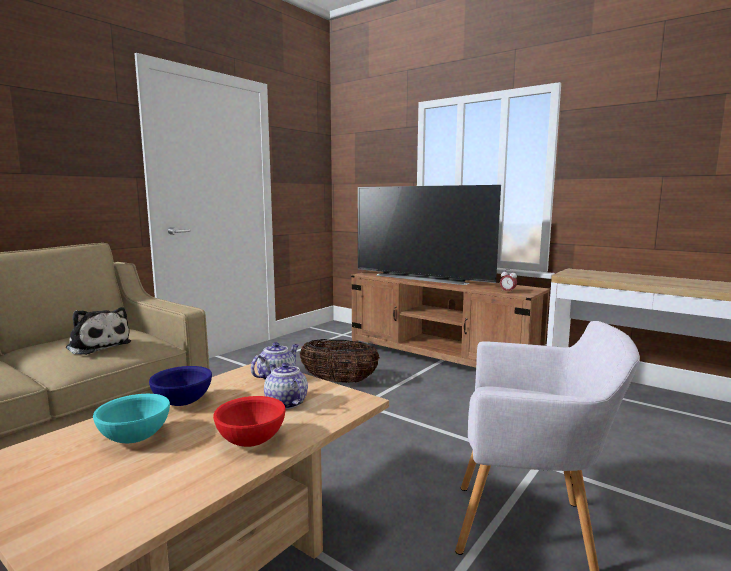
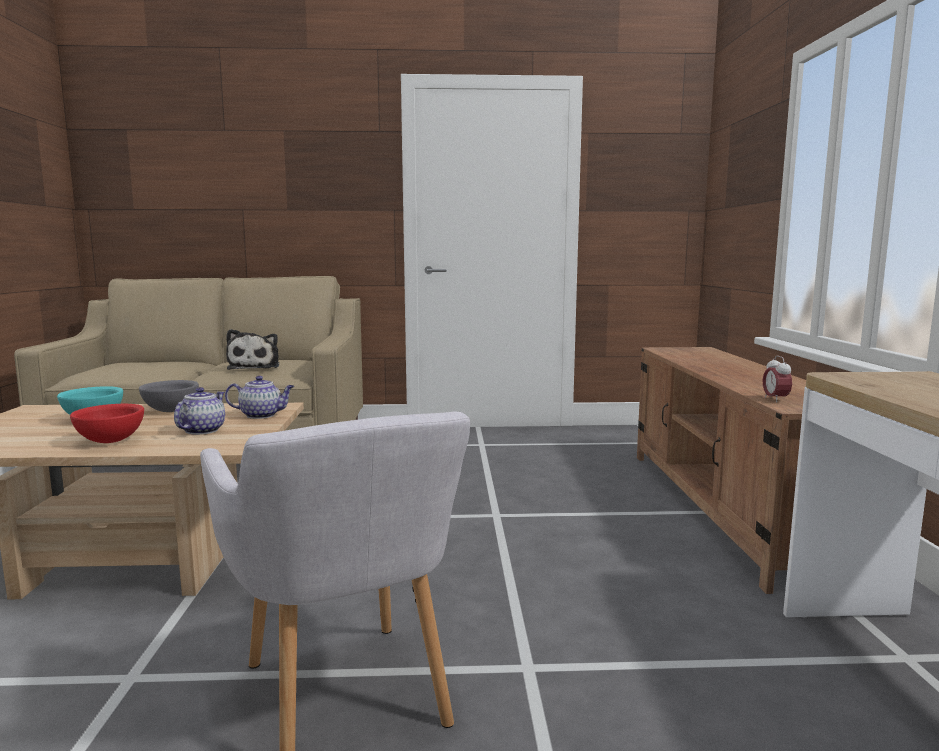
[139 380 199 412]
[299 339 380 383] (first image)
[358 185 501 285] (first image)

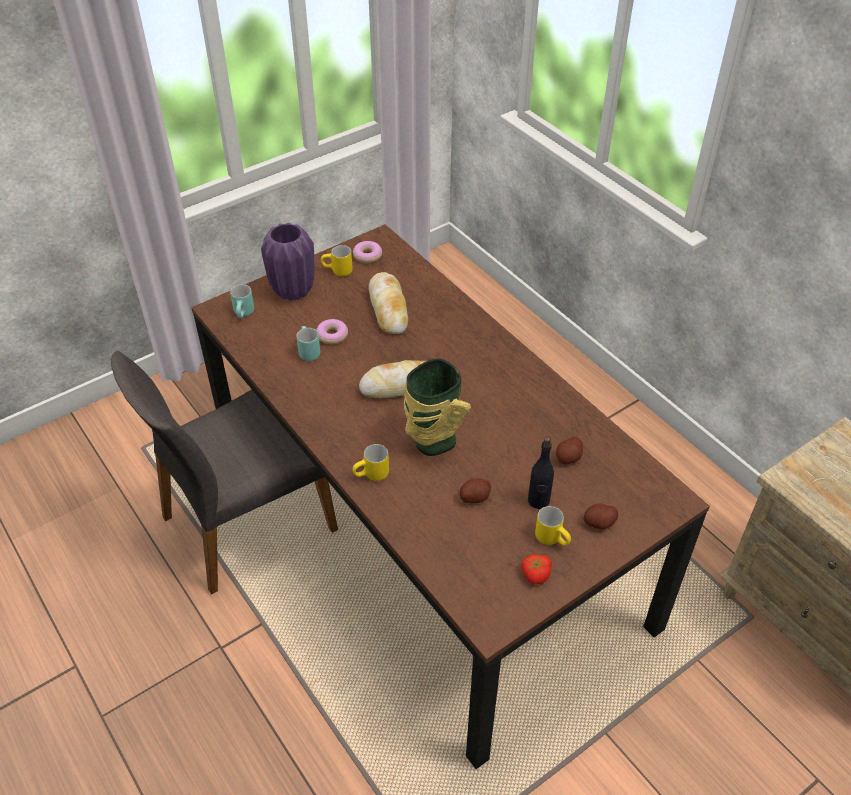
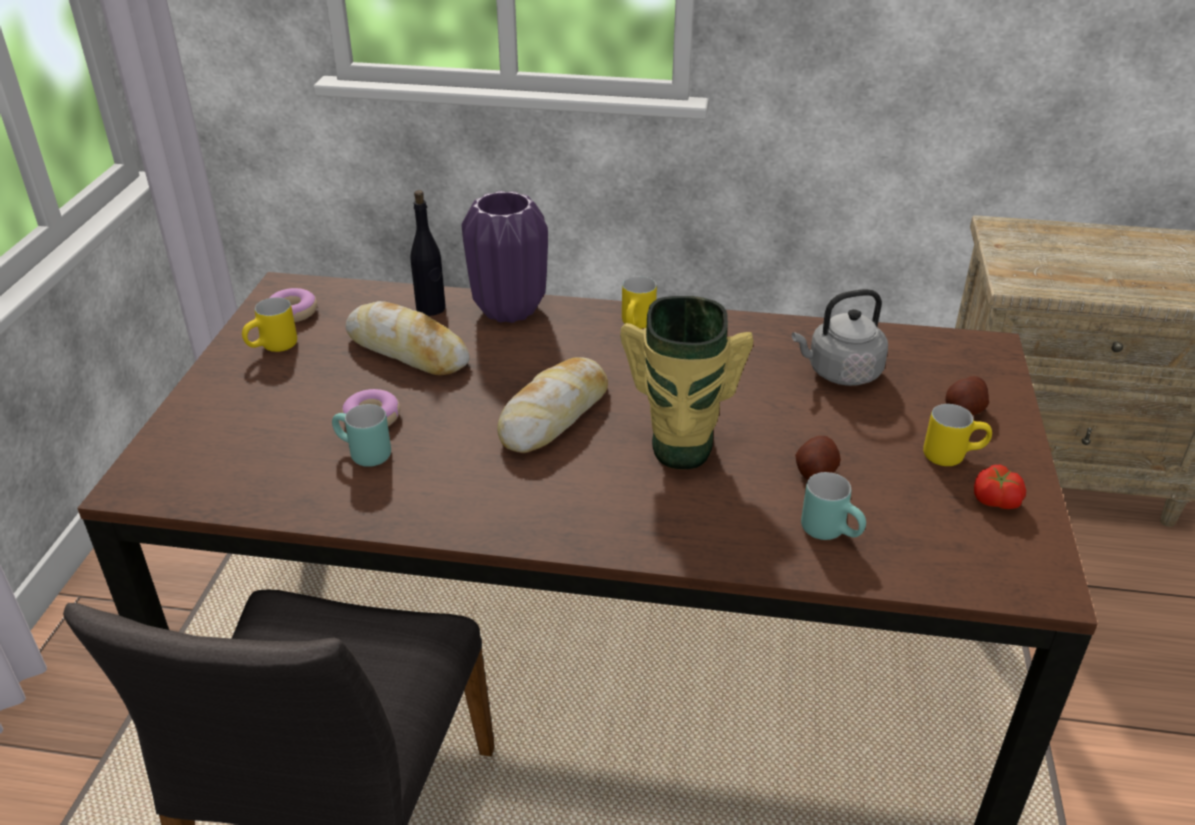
[411 190 446 316]
[462 191 548 323]
[622 276 657 329]
[792 289 888 386]
[801 472 866 540]

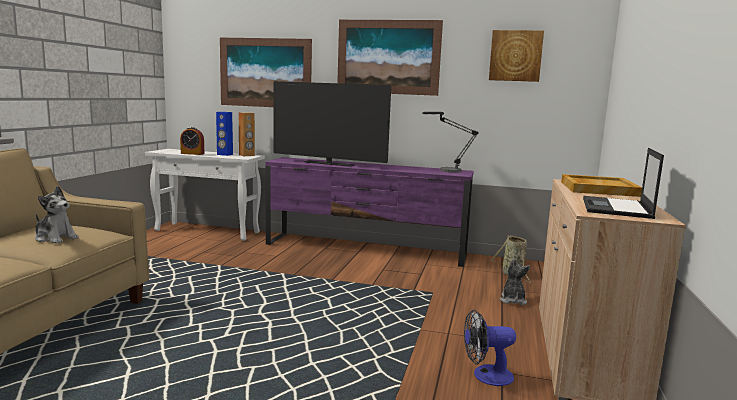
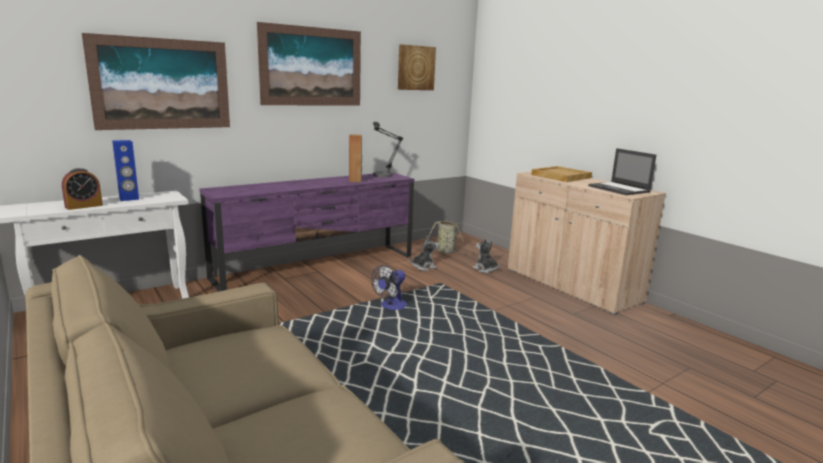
[349 134 362 182]
[371 265 407 310]
[409 235 439 271]
[273 81 391 167] (first image)

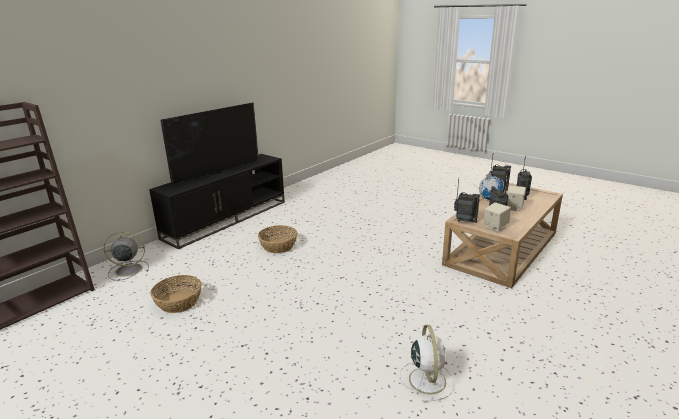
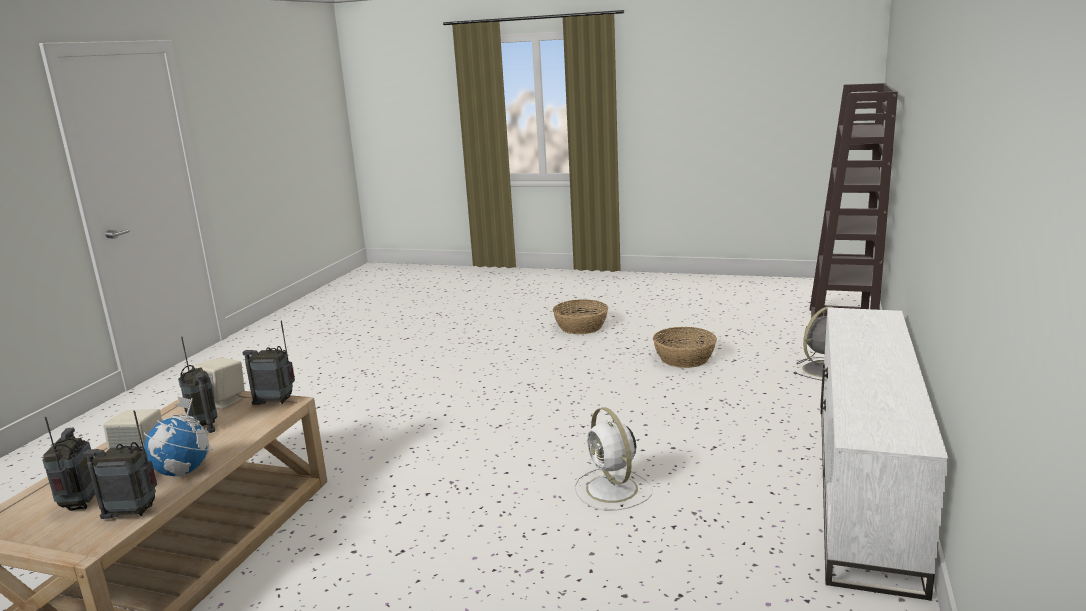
[553 299 608 334]
[575 407 653 511]
[820 307 949 601]
[161 102 259 186] (first image)

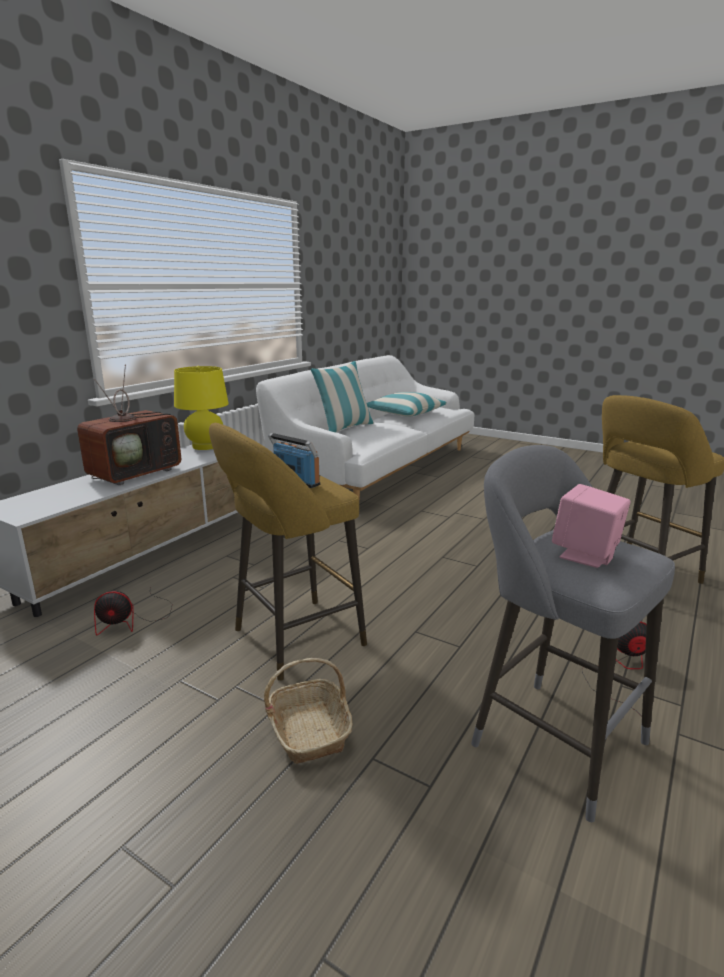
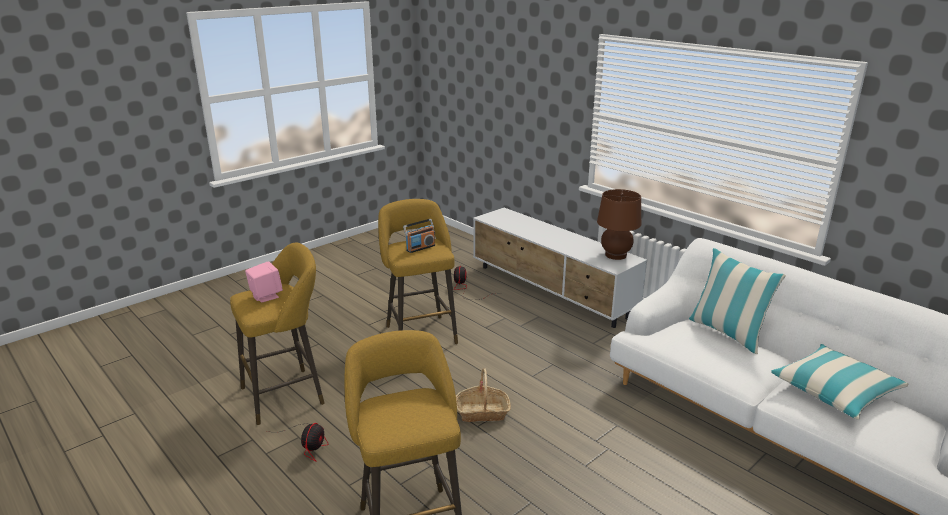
[230 243 324 425]
[456 368 511 422]
[597 189 641 260]
[77 365 181 485] (first image)

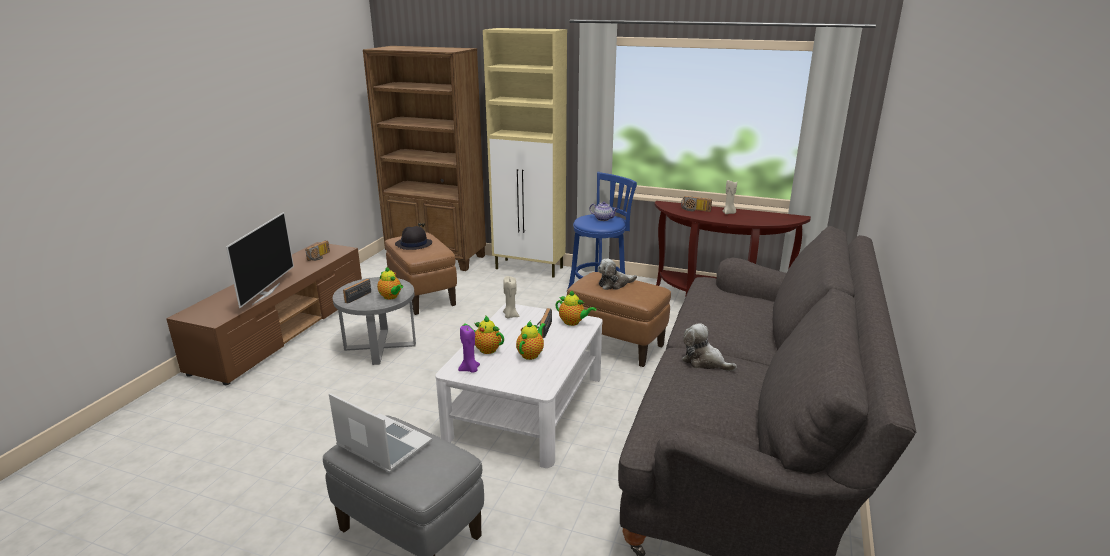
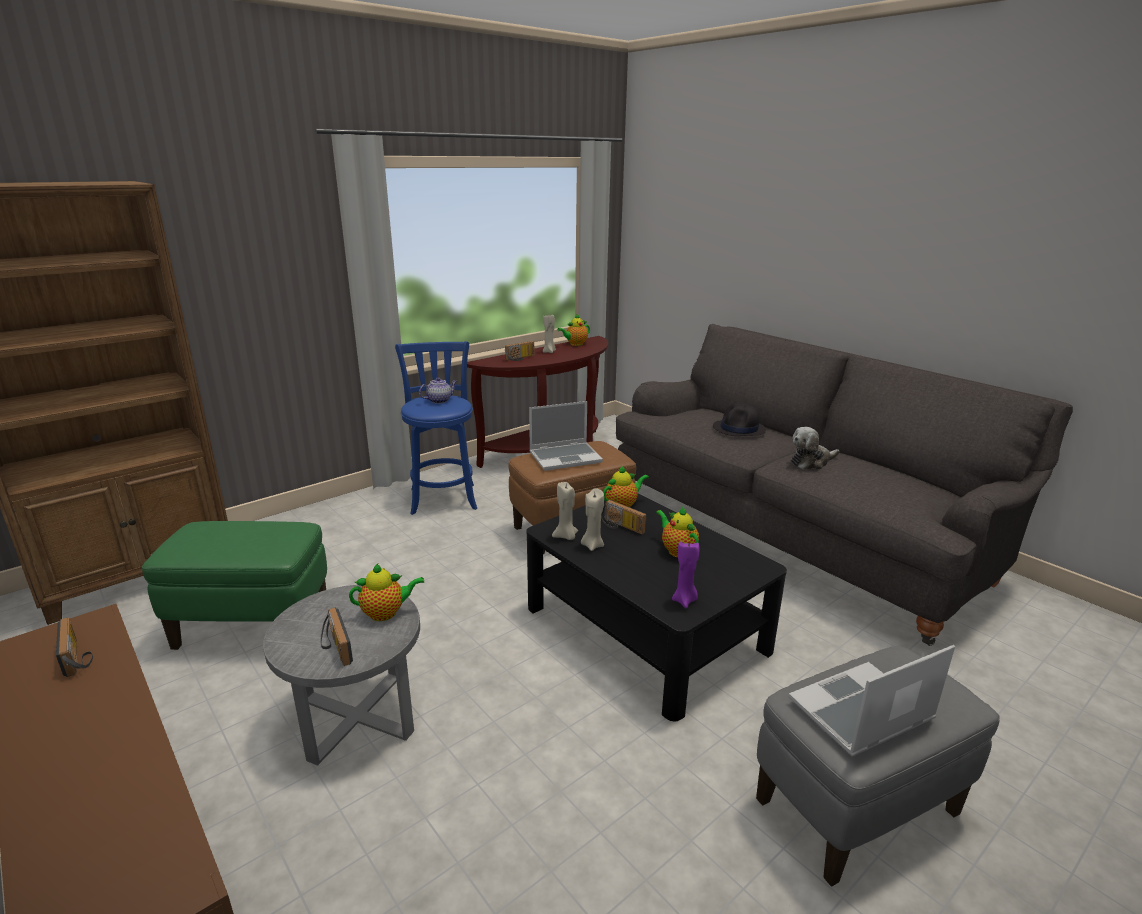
[142 521 327 650]
[526 494 787 721]
[529 401 603 471]
[557 314 590 346]
[581 488 604 551]
[713 403 766 436]
[226 212 294 308] (first image)
[483 28 567 278] (first image)

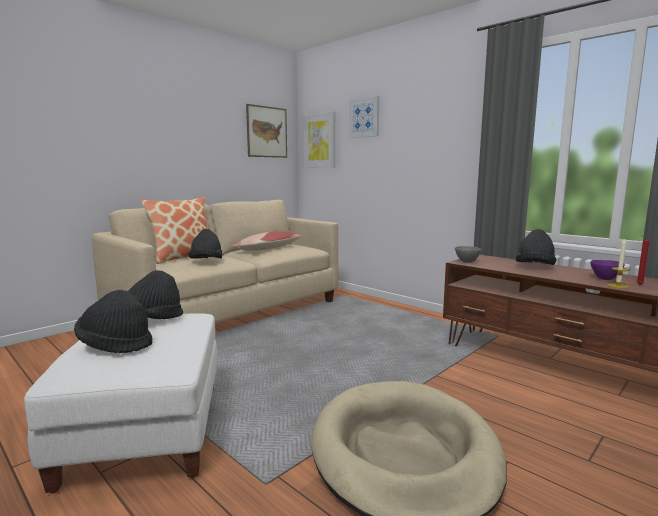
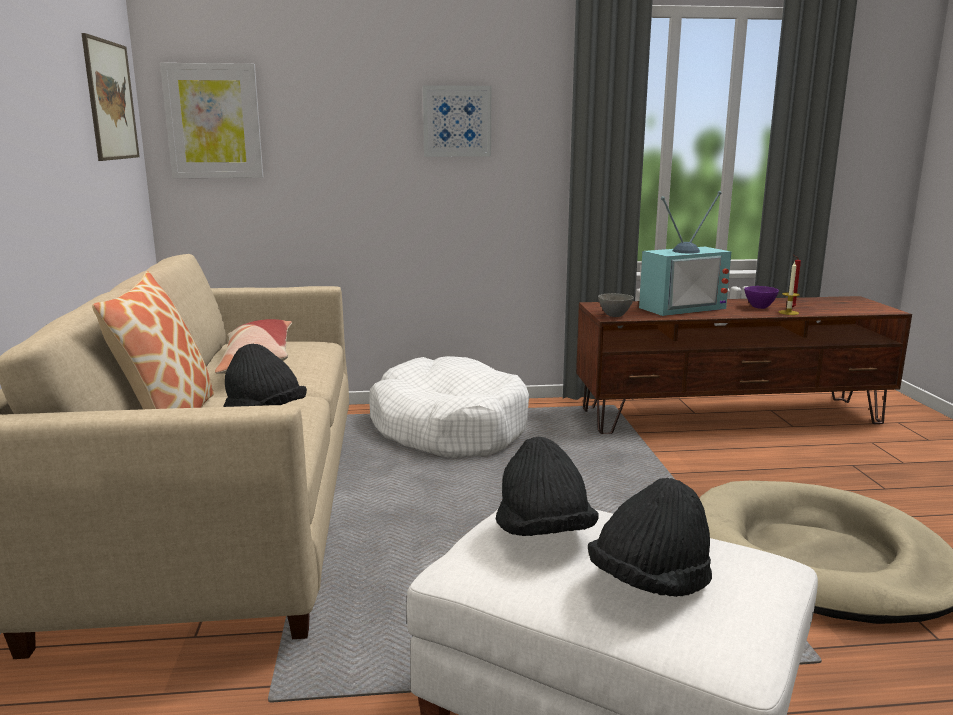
[369 356 529 458]
[423 85 491 157]
[639 191 731 316]

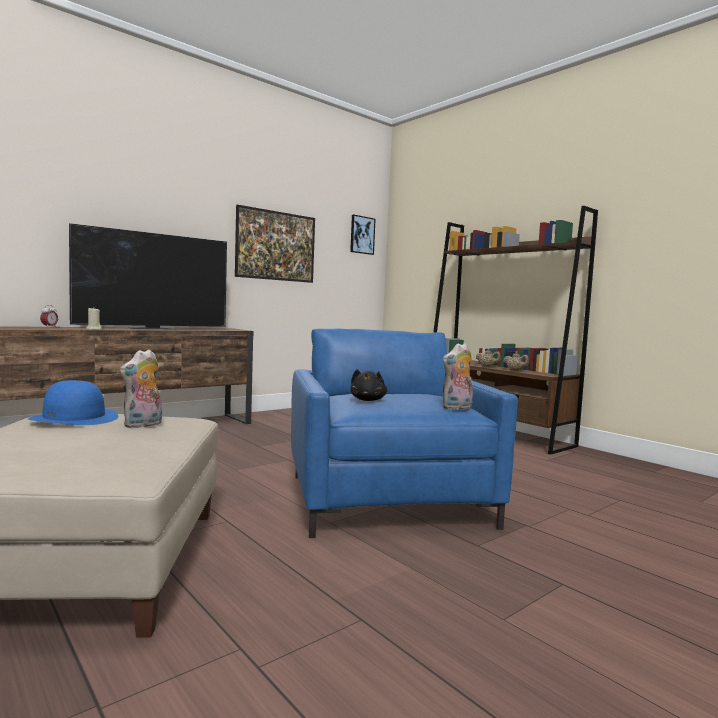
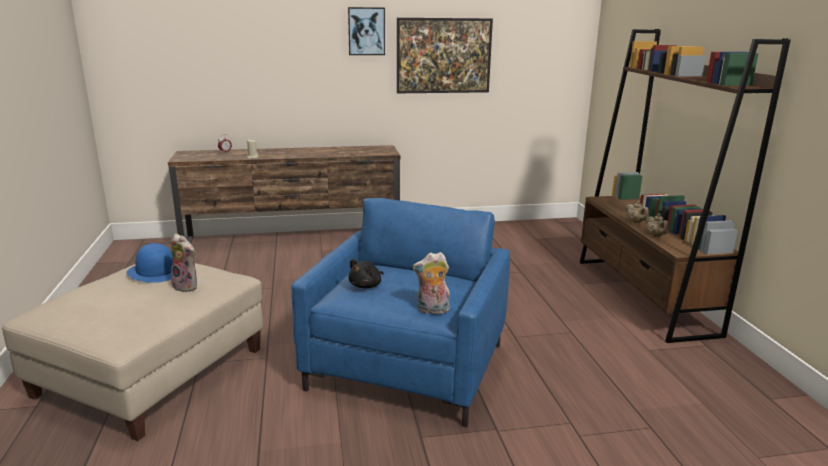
[171 233 198 292]
[348 7 385 55]
[69 223 227 329] (first image)

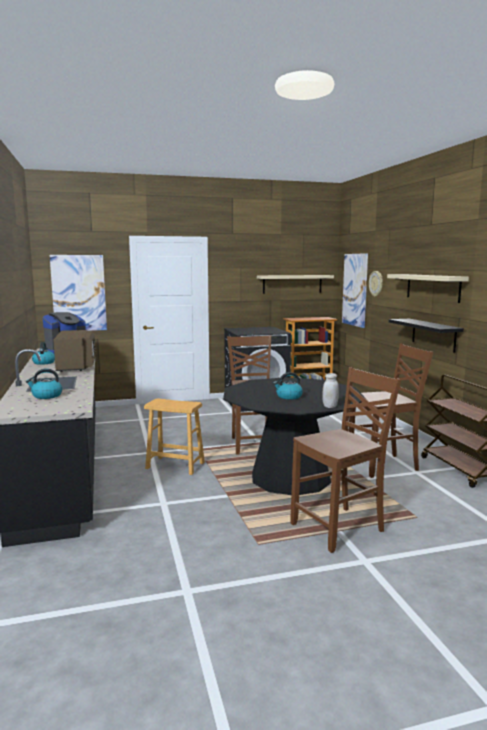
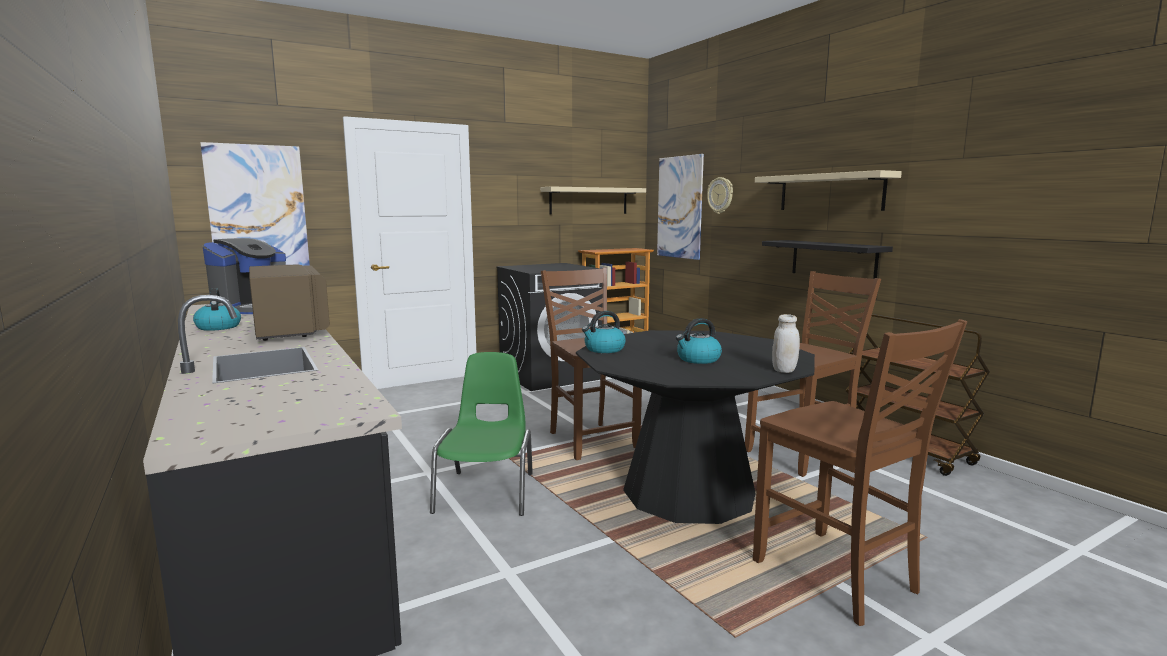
[430 352 533 516]
[582 311 626 353]
[753 319 967 626]

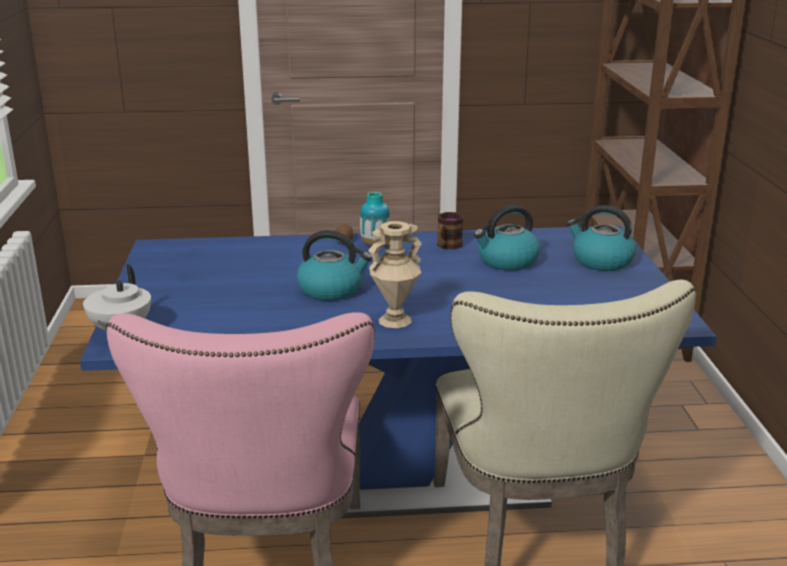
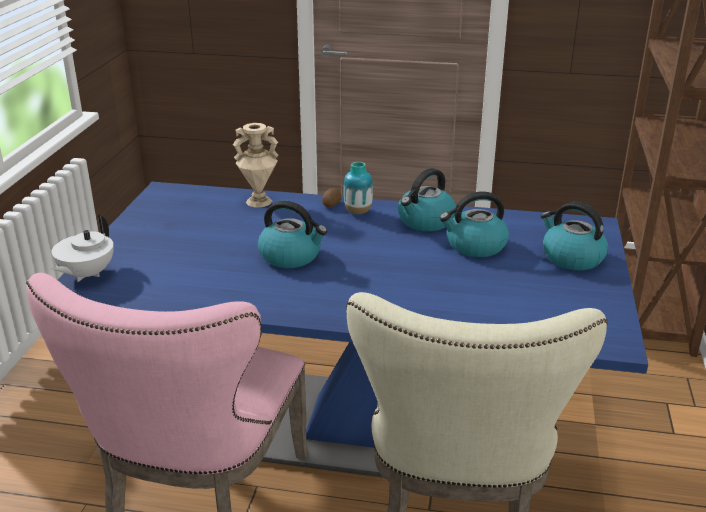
[233 123 278 208]
[398 168 456 231]

